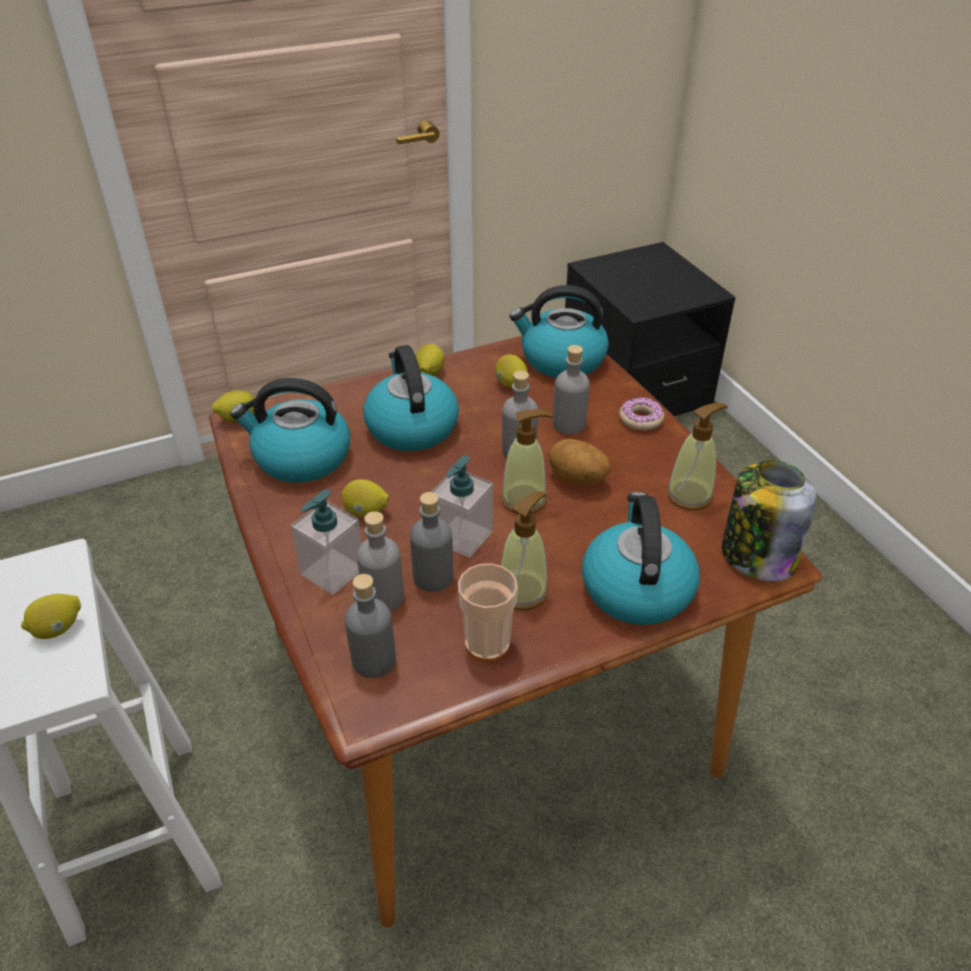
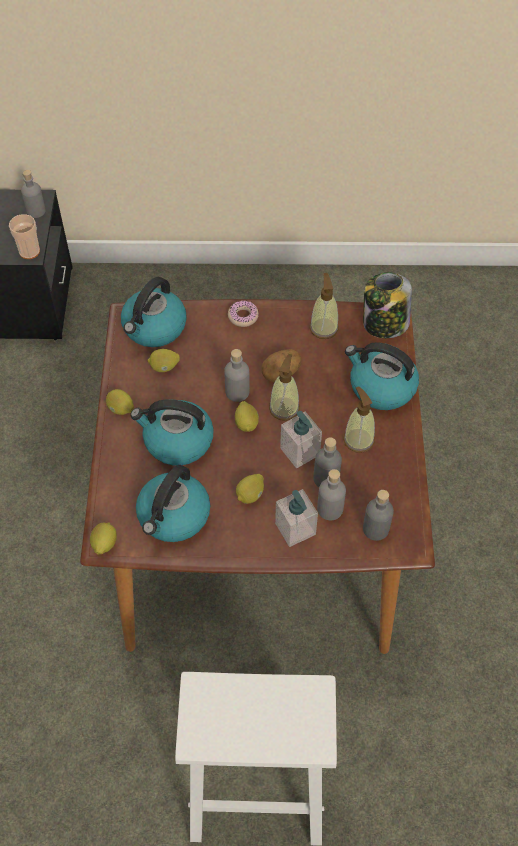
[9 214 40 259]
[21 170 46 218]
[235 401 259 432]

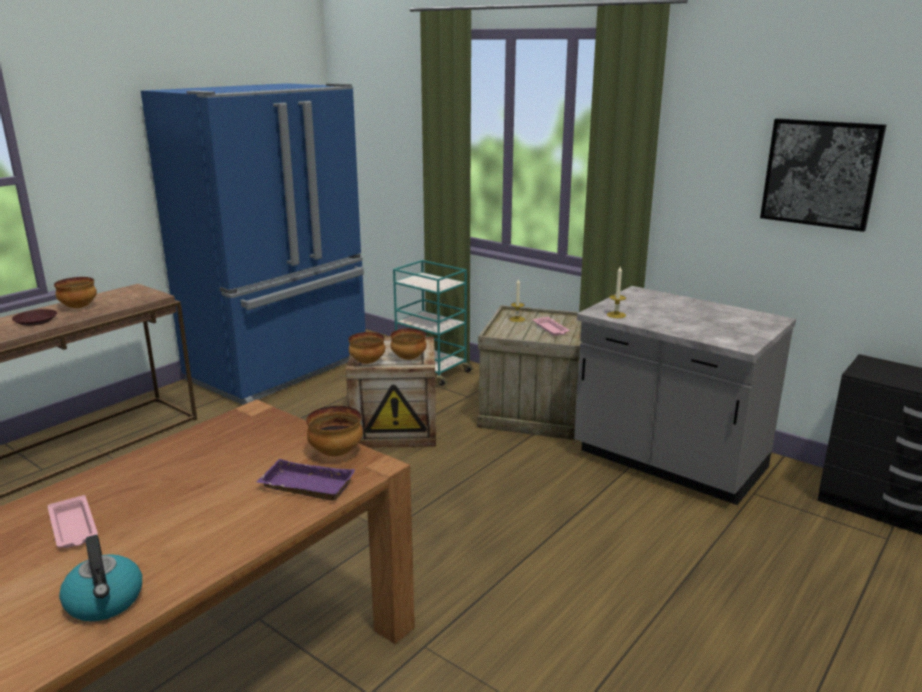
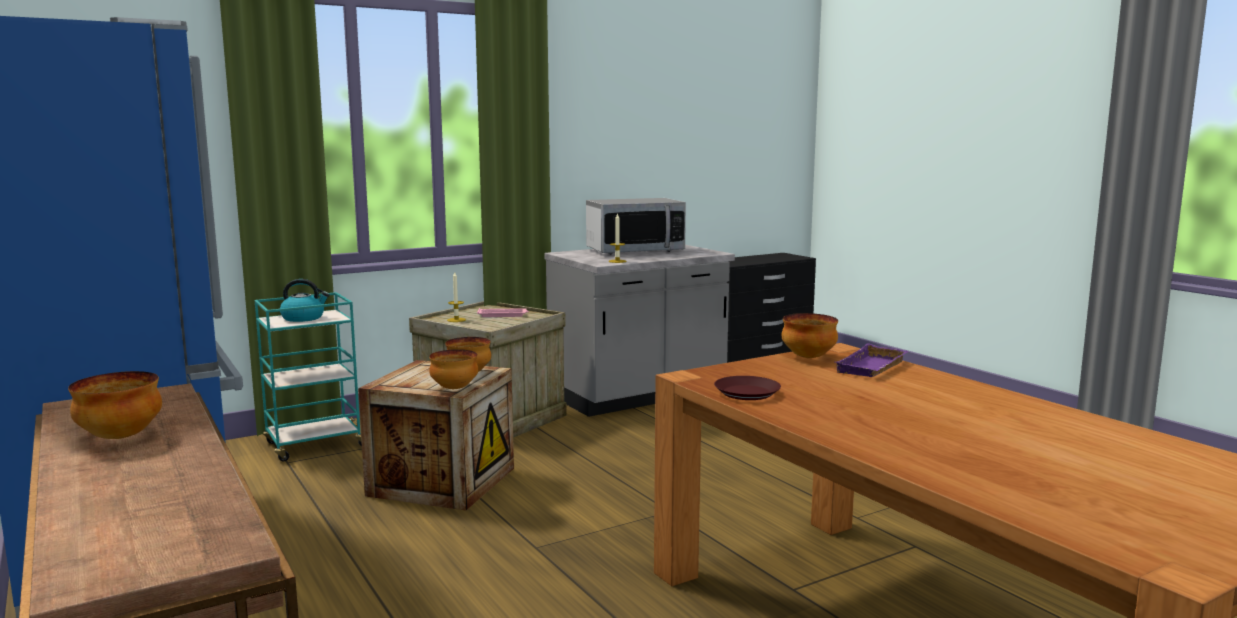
[280 279 330 322]
[586 198 686 255]
[714 376 781 400]
[47 495 98 548] (first image)
[760 118 886 232] (first image)

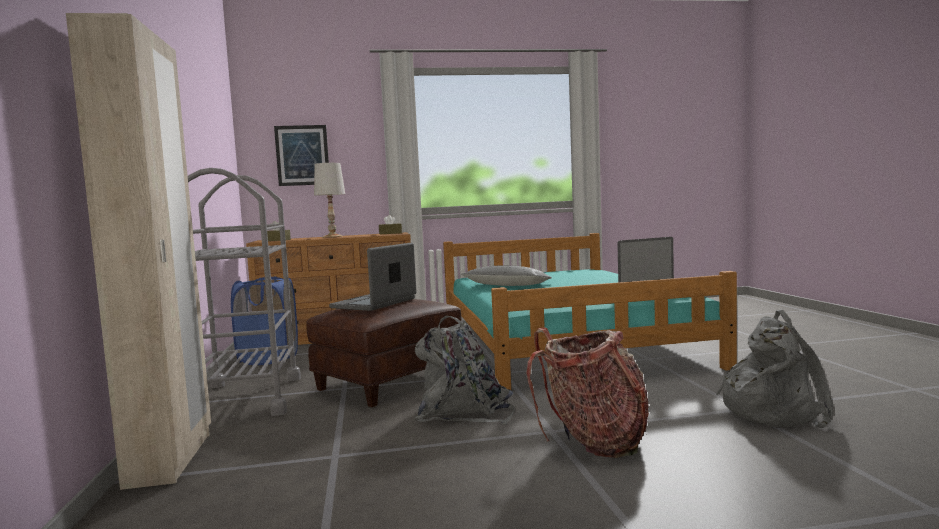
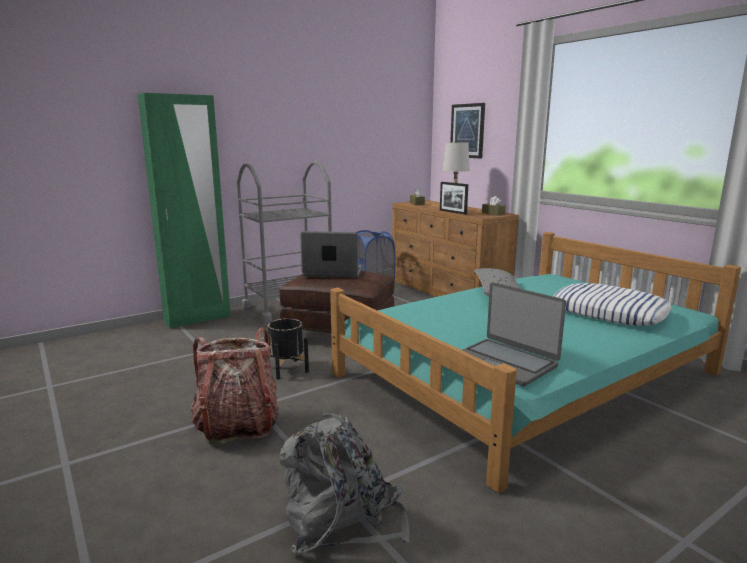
[138 93 231 328]
[264 318 309 379]
[440 182 468 215]
[553 283 671 326]

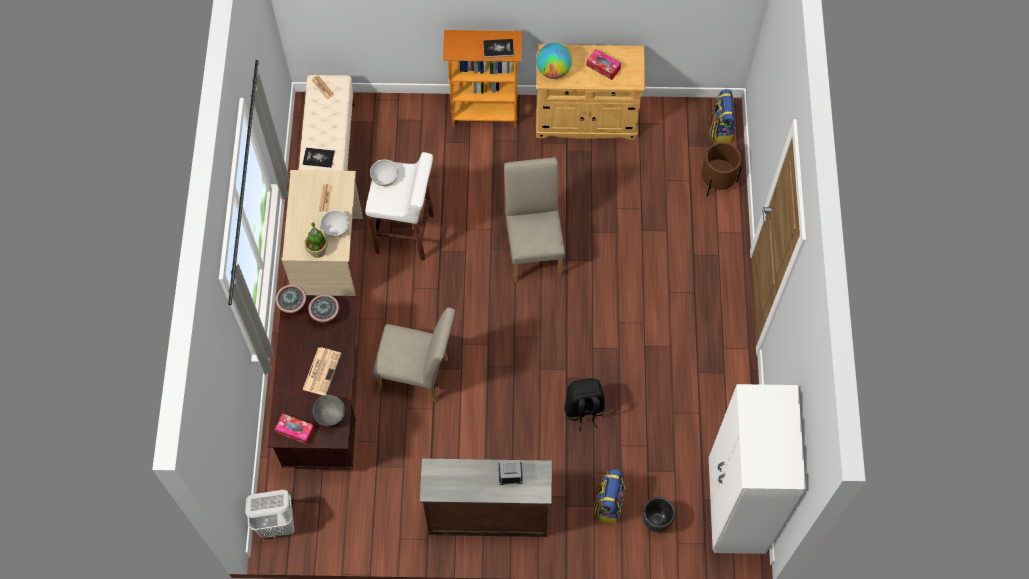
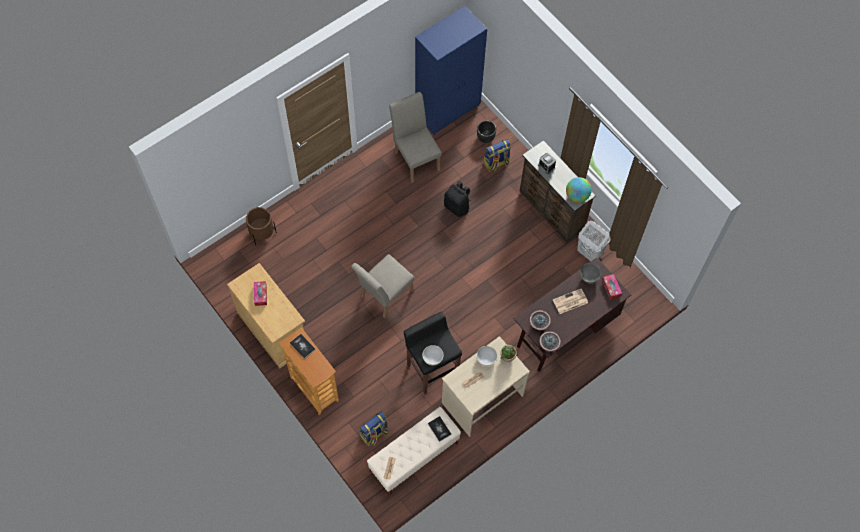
[360 411 388 446]
[389 92 442 183]
[404 312 462 394]
[415 6 487 135]
[566 177 592 203]
[577 221 610 261]

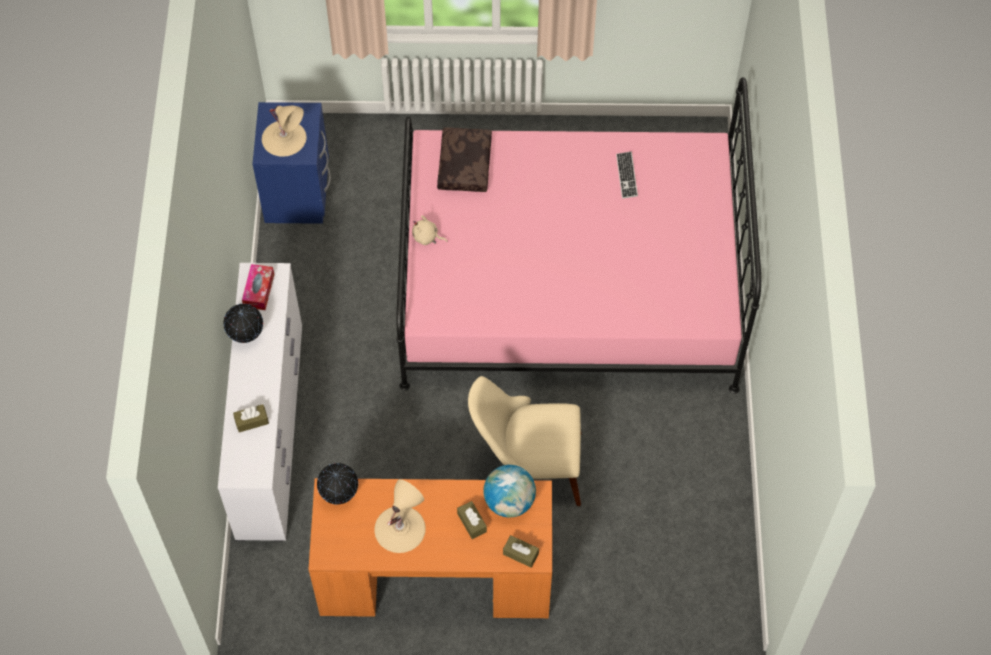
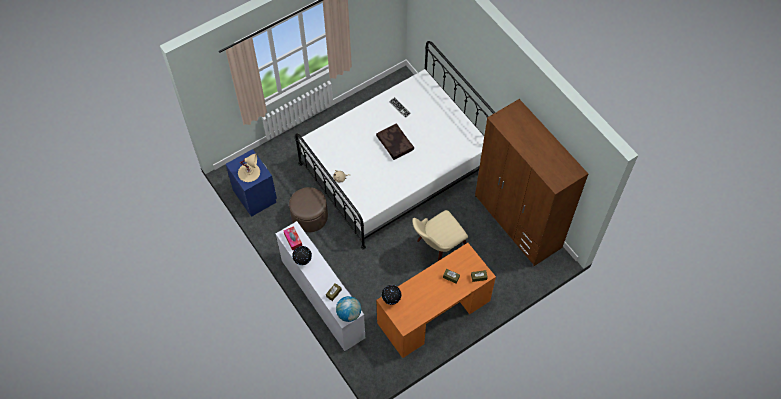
[289 187 328 232]
[295 41 495 250]
[336 296 361 322]
[376 123 414 160]
[475 99 589 266]
[374 479 426 553] (first image)

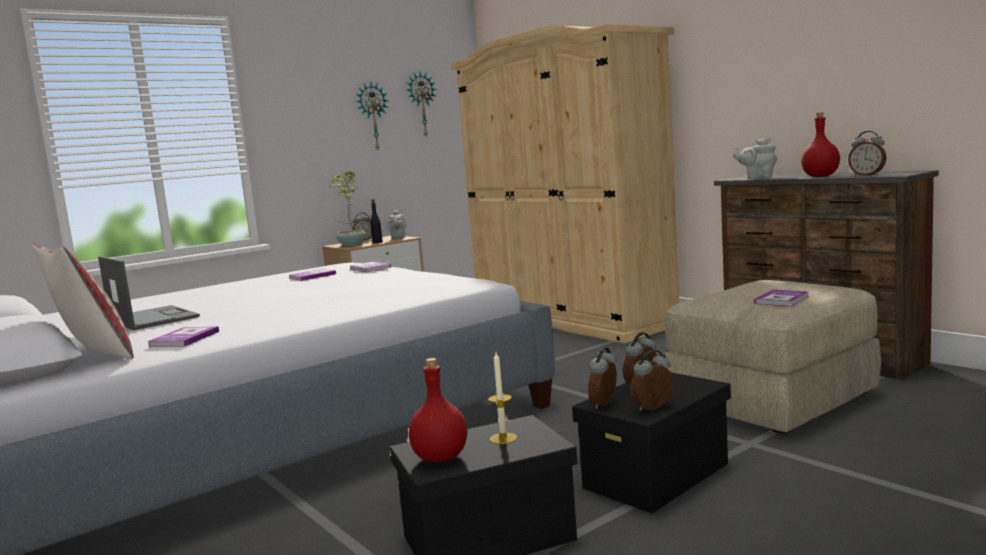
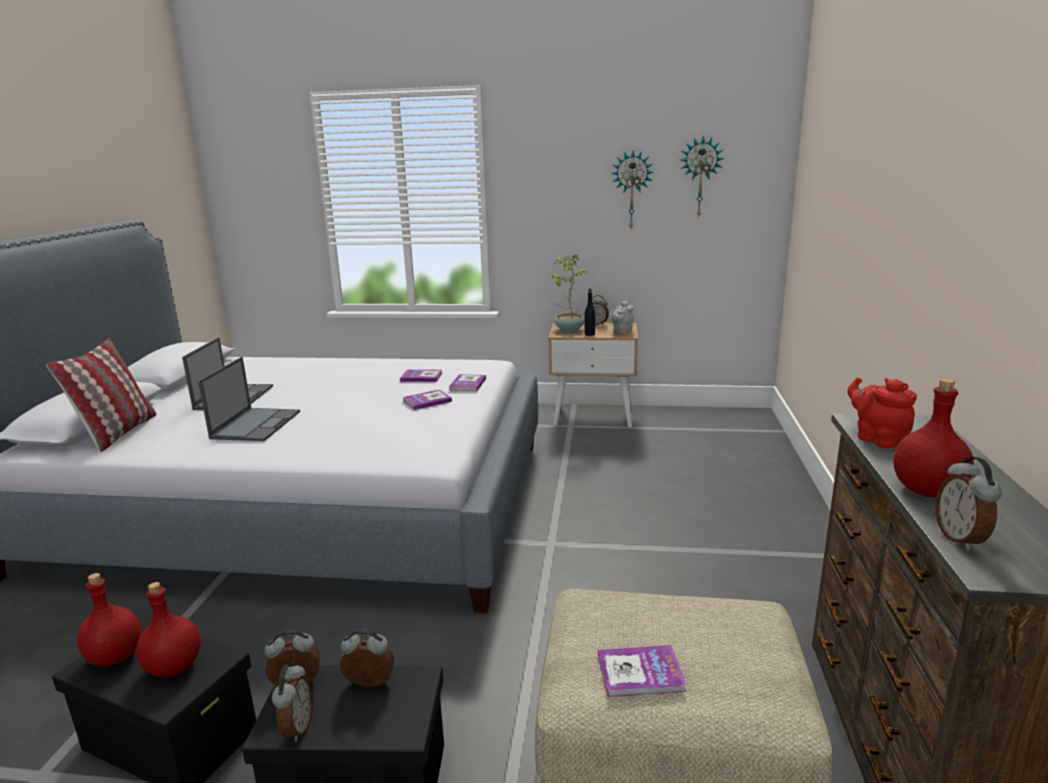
[136 582 201 677]
[198 357 300 441]
[272 663 313 742]
[403 389 452 410]
[847 378 917 448]
[451 24 679 343] (first image)

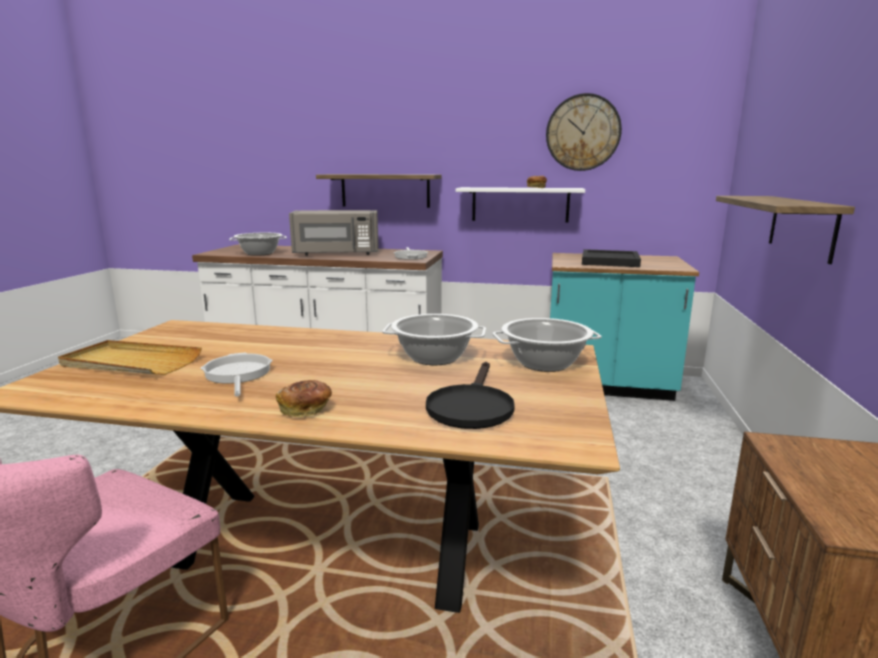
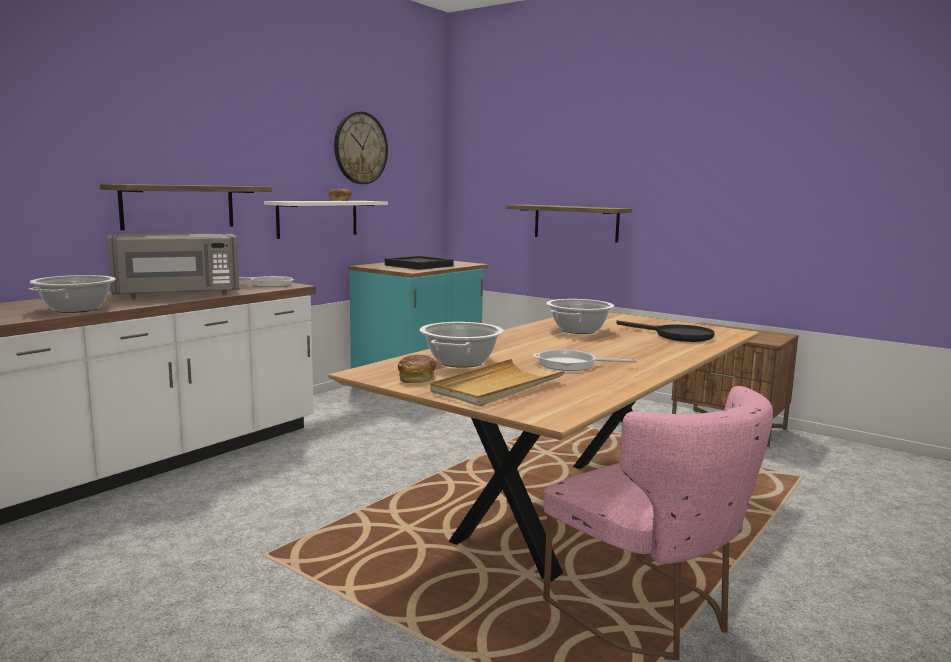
[107 234 240 298]
[398 354 436 383]
[420 322 504 368]

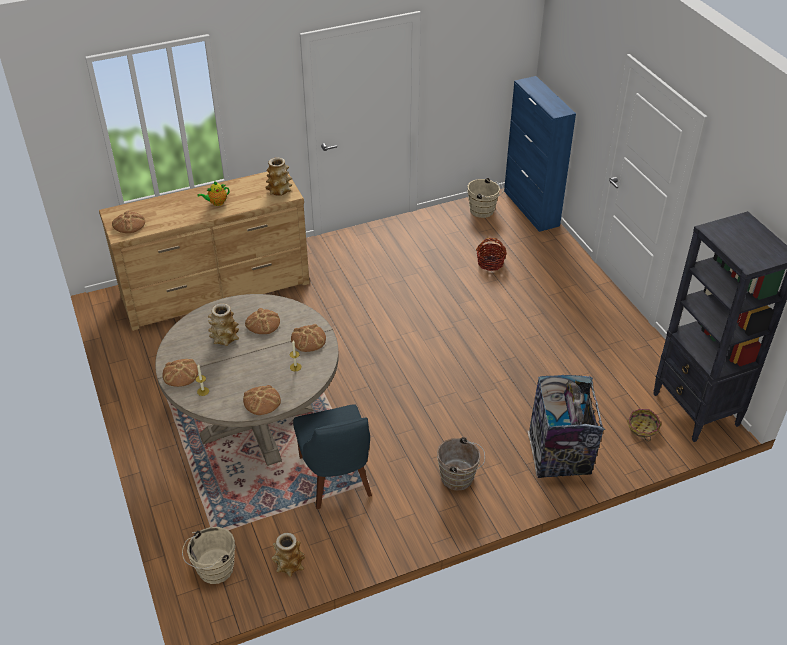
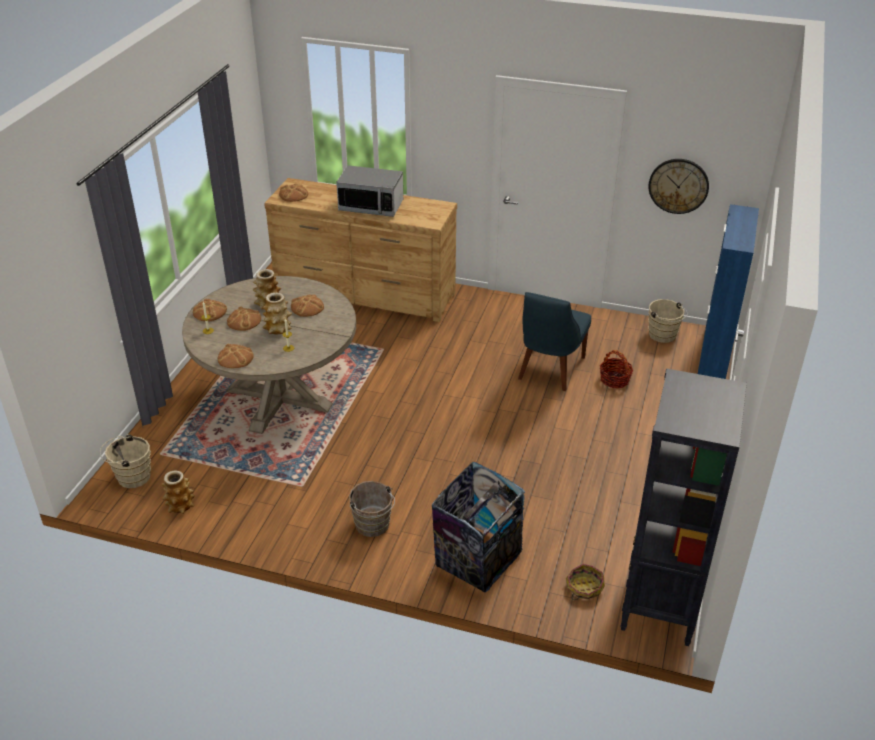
[227 306 261 331]
[263 292 292 334]
[336 165 403 217]
[518 292 591 391]
[648 159 709 214]

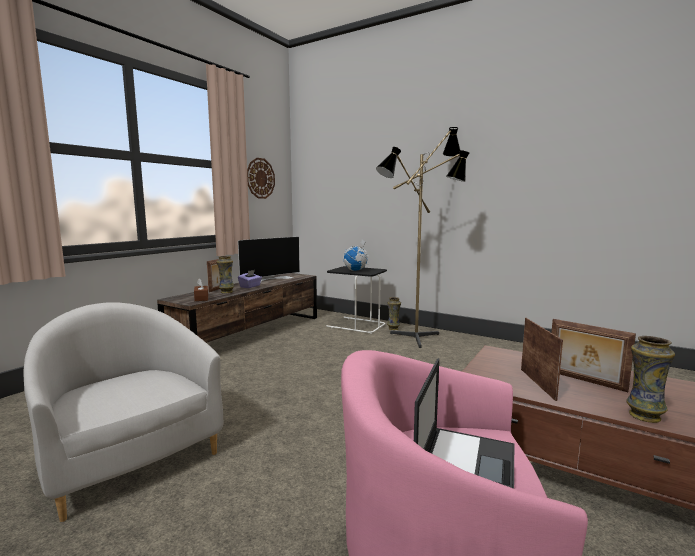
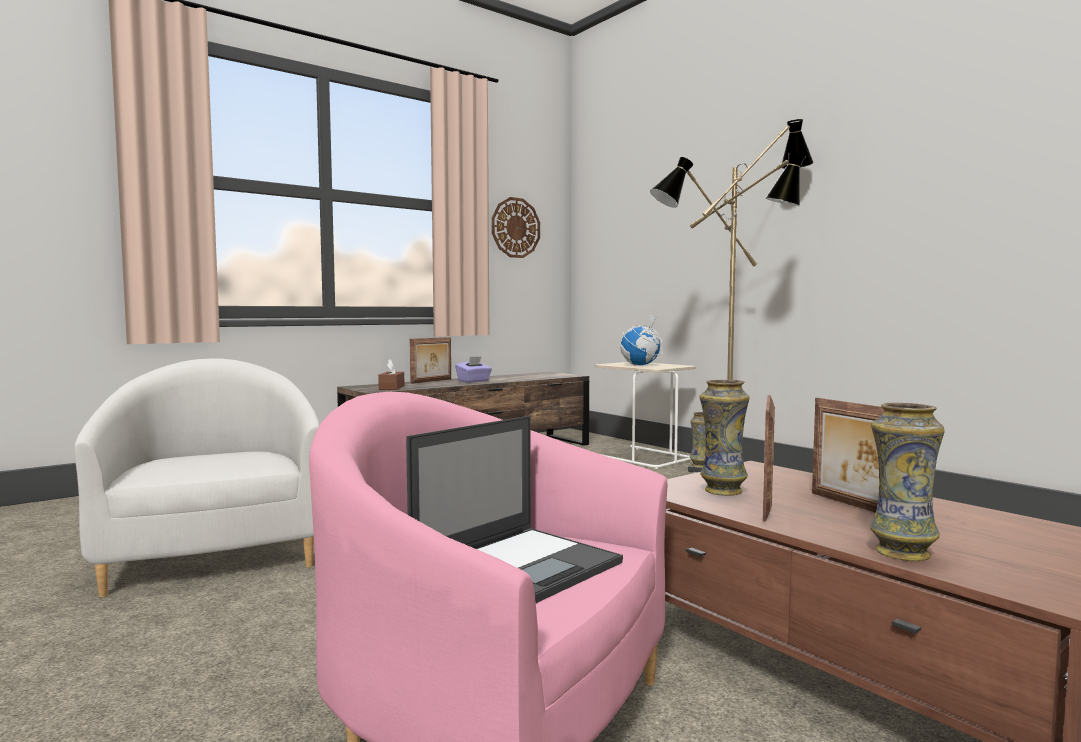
[595 362 695 469]
[699 380 750 496]
[238 237 300 281] (first image)

